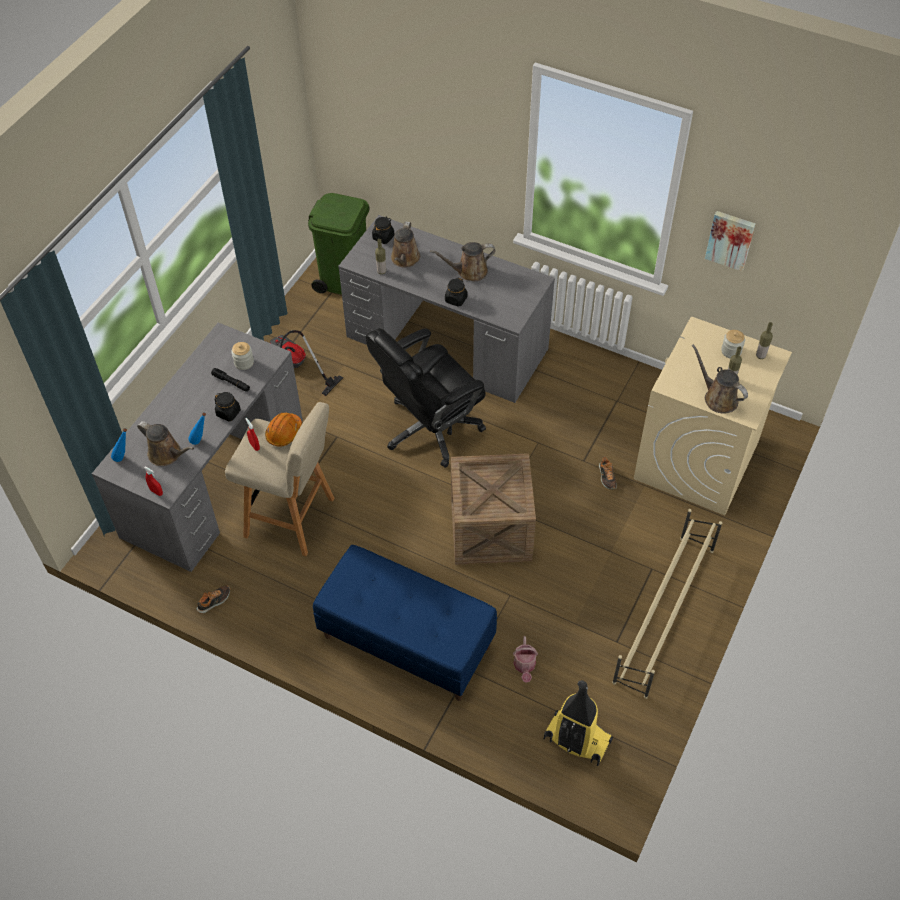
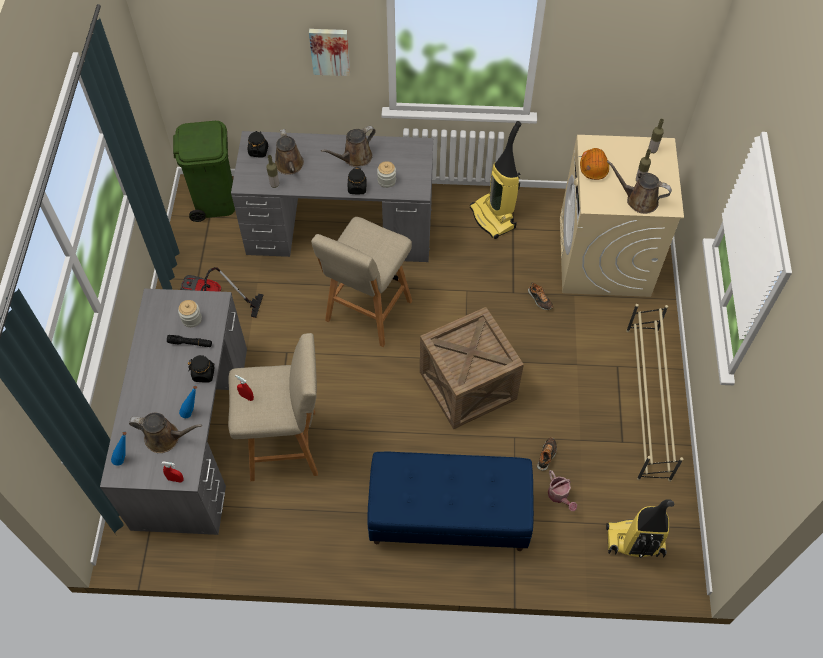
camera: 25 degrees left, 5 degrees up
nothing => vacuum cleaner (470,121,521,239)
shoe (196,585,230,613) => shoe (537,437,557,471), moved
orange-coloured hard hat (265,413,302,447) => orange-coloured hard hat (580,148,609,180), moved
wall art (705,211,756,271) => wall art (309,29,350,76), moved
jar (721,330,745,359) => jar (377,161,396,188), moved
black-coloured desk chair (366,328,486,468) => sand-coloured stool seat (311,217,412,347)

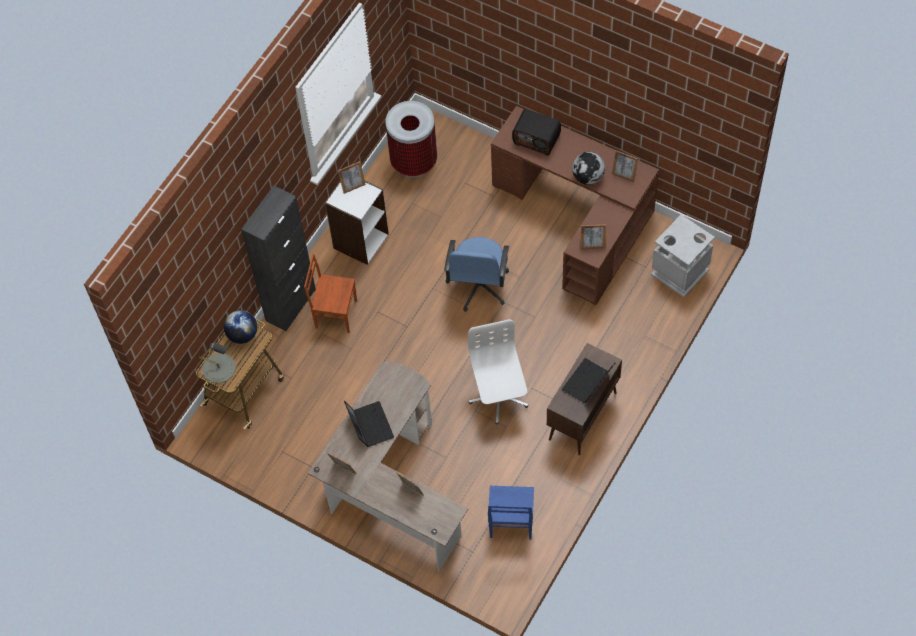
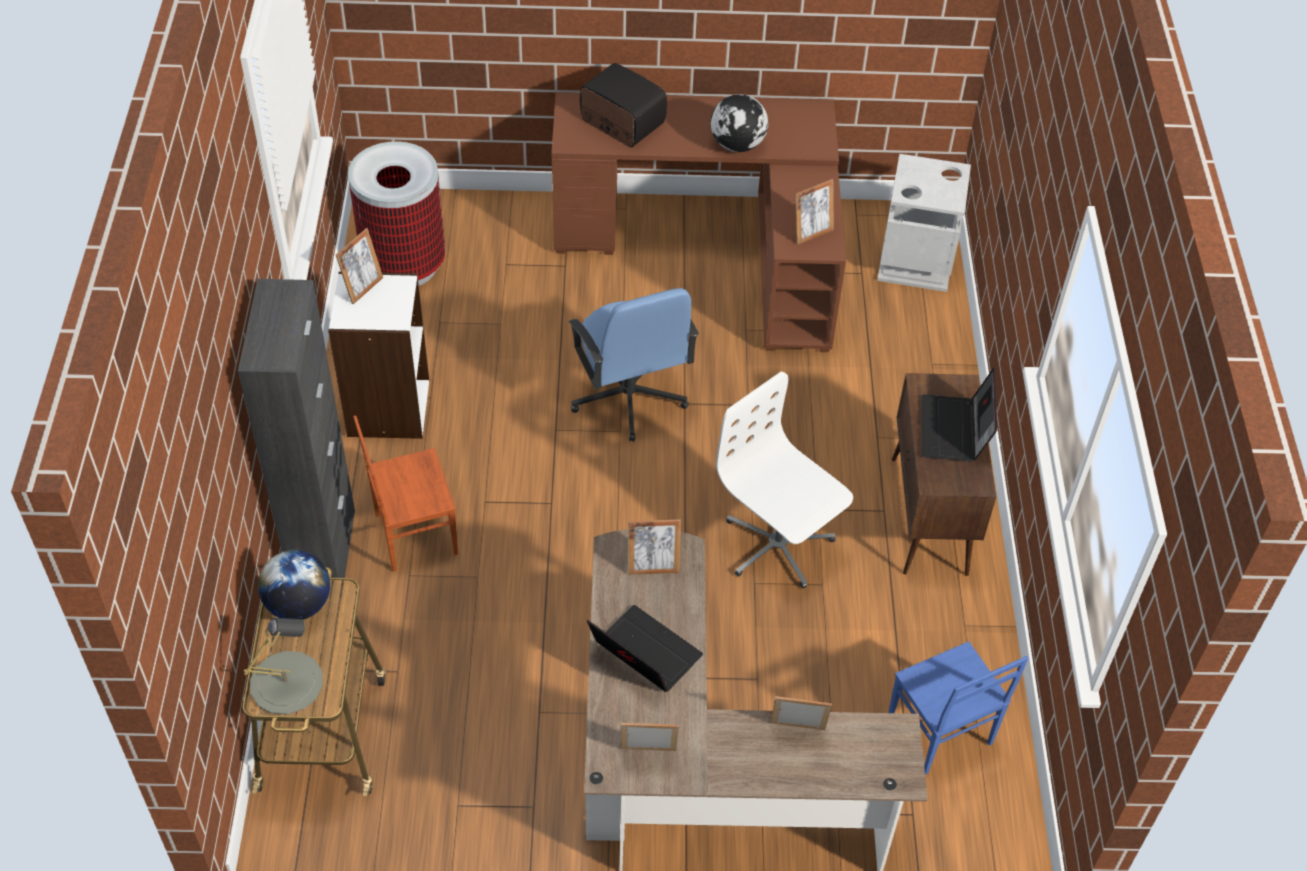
camera: 35 degrees left, 10 degrees down
standing frame (612,150,638,182) => standing frame (628,519,681,575), moved
radio set (512,109,561,156) => radio set (580,63,667,147), 135 degrees counterclockwise

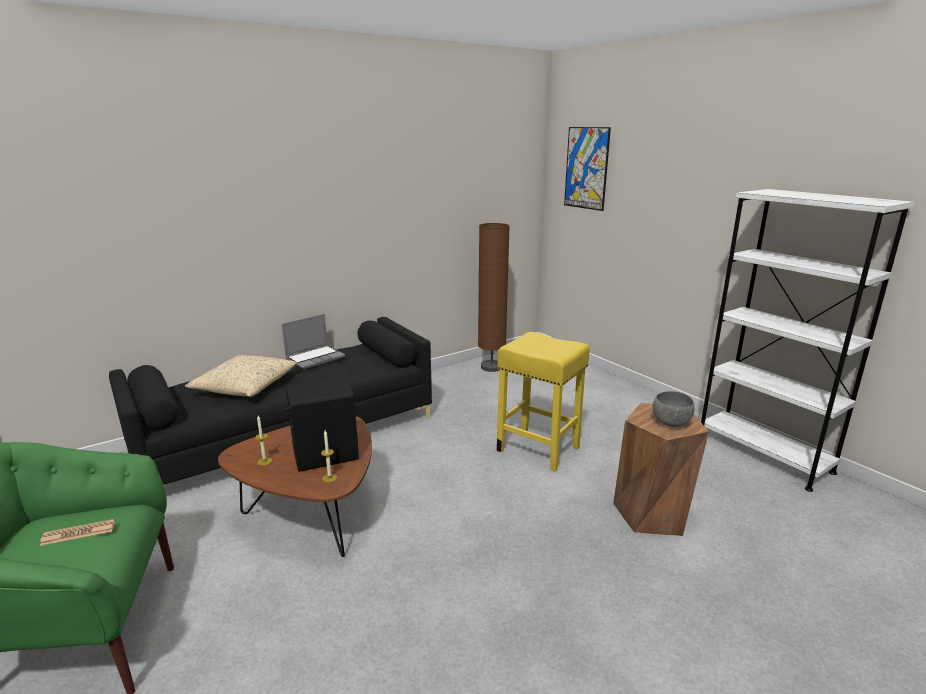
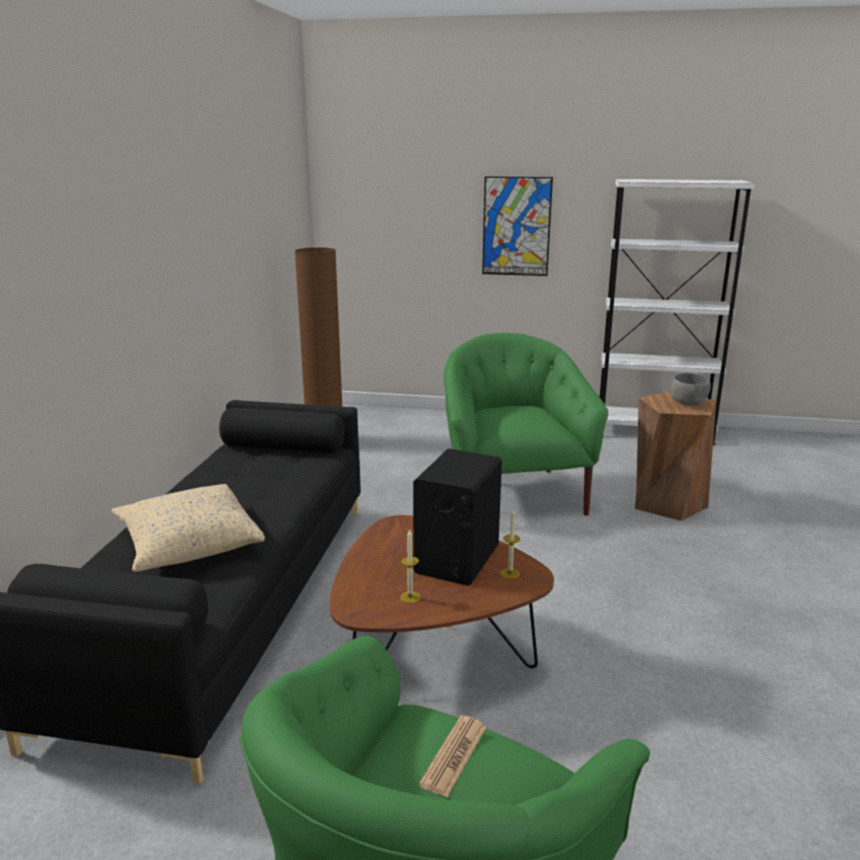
camera: 45 degrees left, 0 degrees up
laptop (282,314,345,369) => nothing
wall art (564,127,611,211) => wall art (482,176,553,276), moved
yellowish stool seat (497,332,590,472) => green-coloured armchair (444,333,608,516)

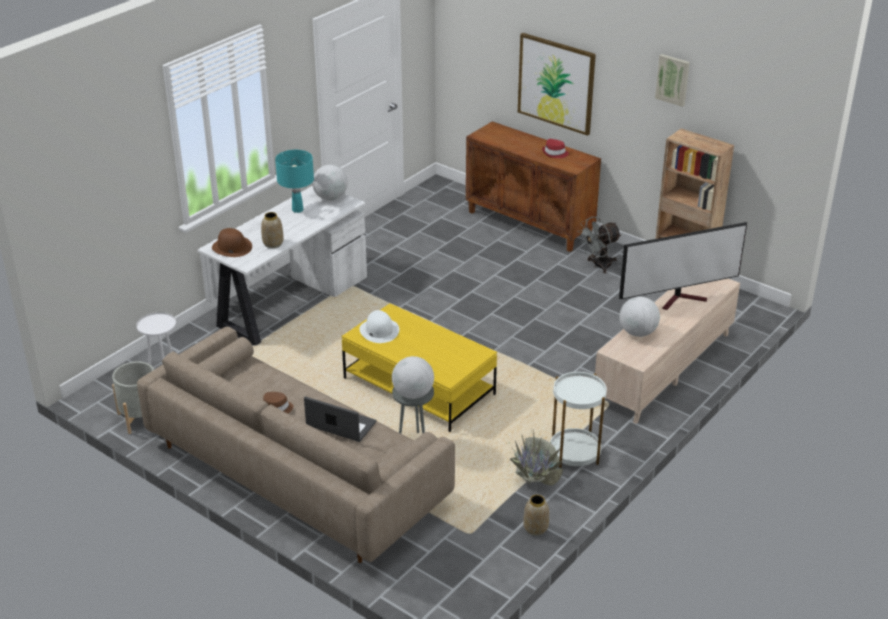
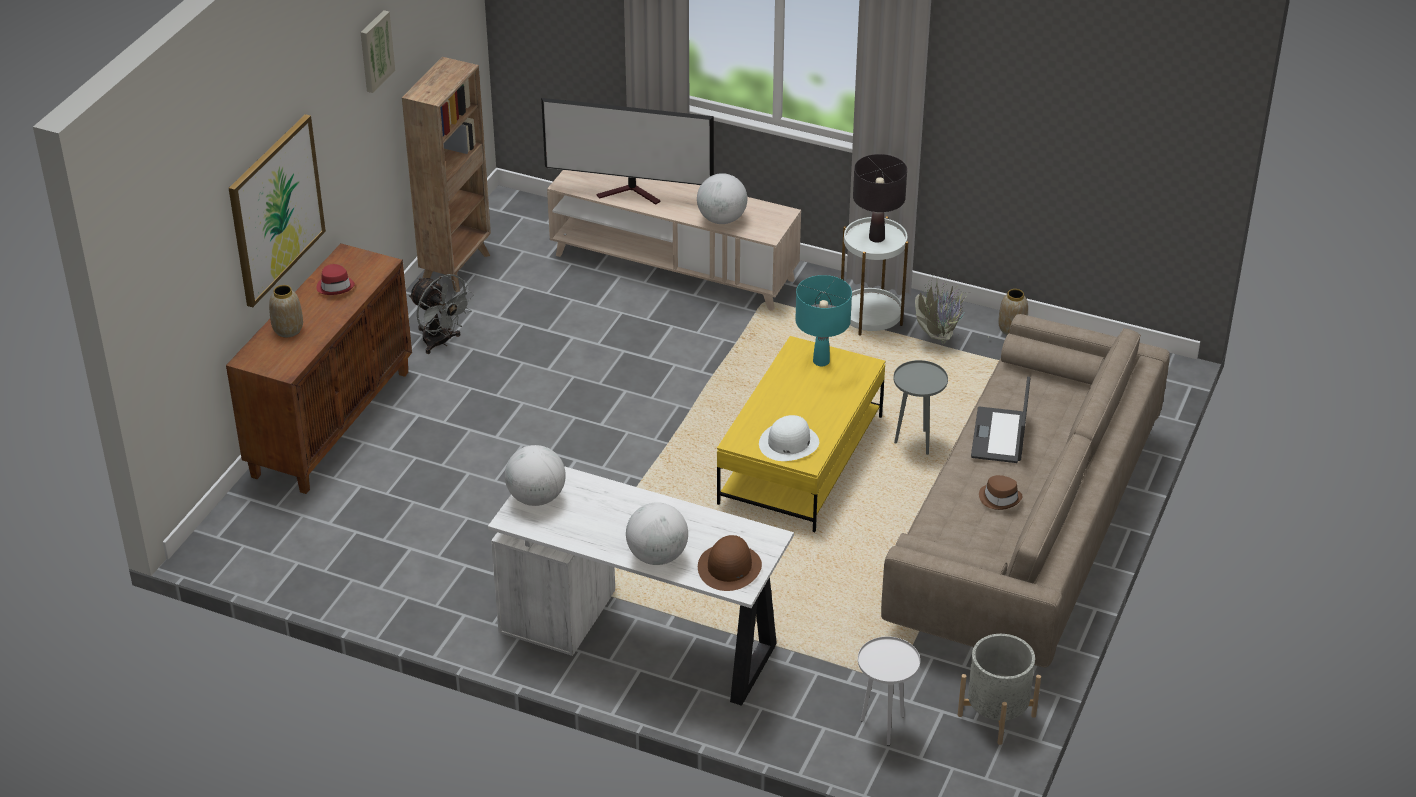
camera: 105 degrees left, 5 degrees up
nothing => black-coloured tabletop lamp (853,154,907,243)
flower vase (261,212,284,248) => flower vase (269,285,303,337), moved
turquoise-coloured tabletop lamp (275,150,314,213) => turquoise-coloured tabletop lamp (795,275,852,366), moved
world globe (392,356,434,399) => world globe (626,502,688,565), moved
television (619,222,747,310) => television (541,98,714,204), 135 degrees clockwise

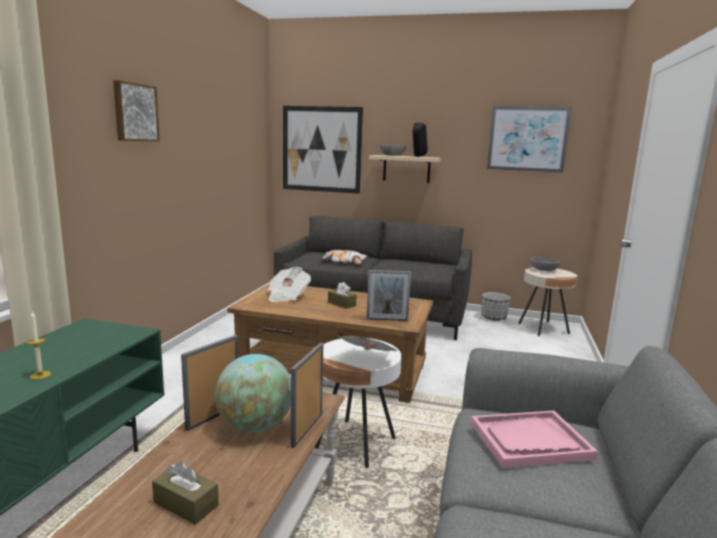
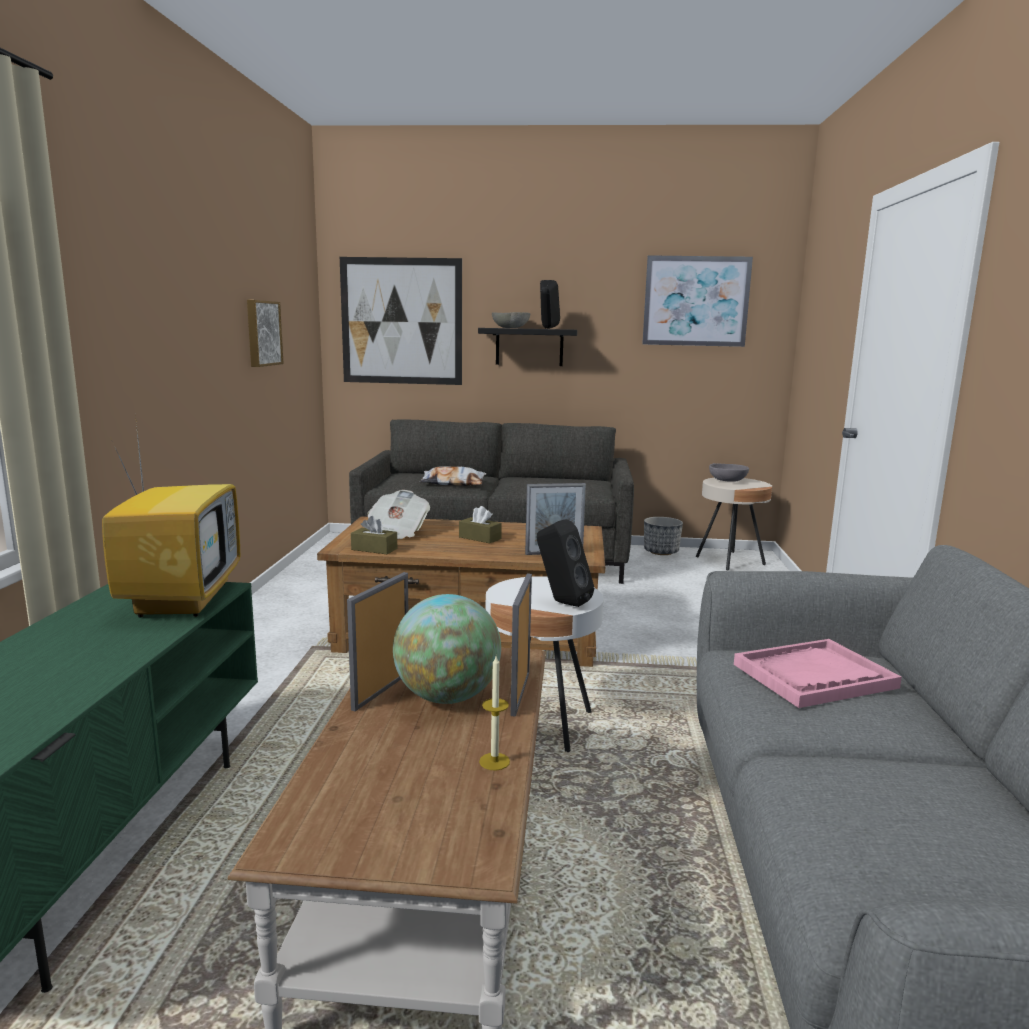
camera: 10 degrees left, 0 degrees up
nothing => television (102,414,240,617)
candle (27,312,51,380) => candle (479,656,510,771), moved
wall art (113,80,160,142) => wall art (247,300,284,367), moved
brownish tissue holder (152,461,219,525) => brownish tissue holder (351,516,397,554), moved
daily paper (336,336,397,351) => black-coloured audio speaker (537,519,594,607)
sand-coloured wall shelf (369,155,440,183) => black-coloured wall shelf (478,328,577,366)

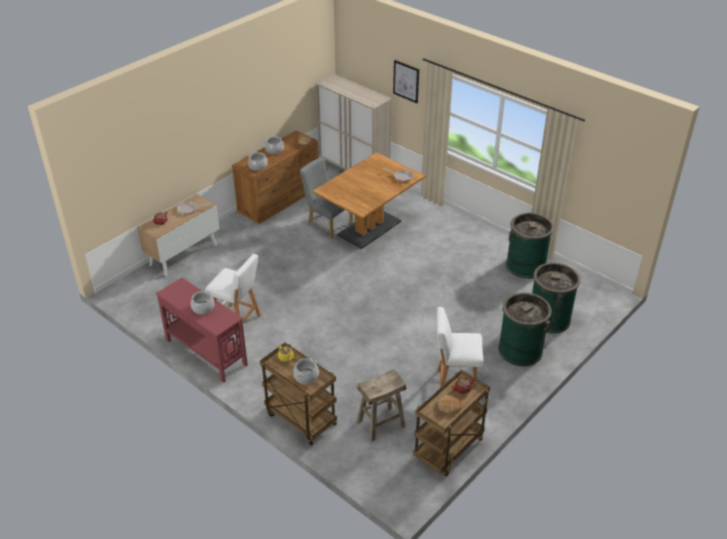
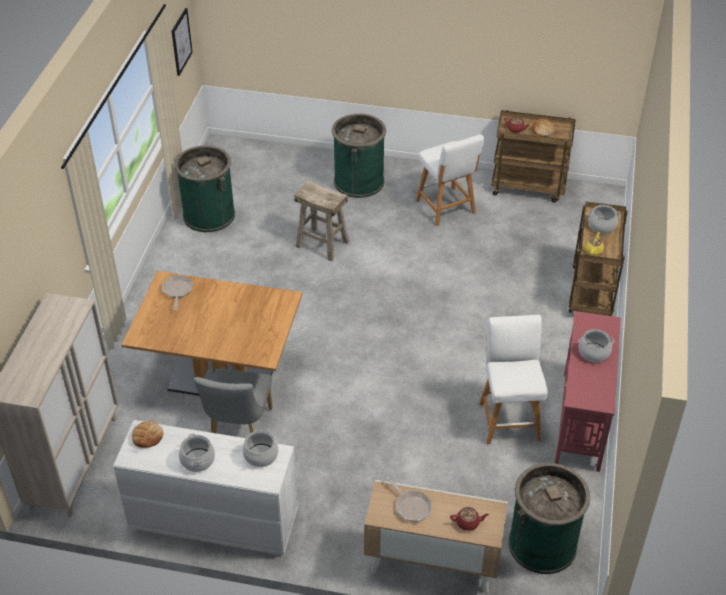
camera: 120 degrees left, 5 degrees up
sand-coloured stool seat (357,369,406,441) => sand-coloured stool seat (294,180,349,261), moved
wall art (393,60,419,103) => wall art (172,8,193,76), moved
green-coloured trash can (532,263,580,333) => green-coloured trash can (508,463,590,574), moved
brownish chest of drawers (232,130,319,224) => white-coloured chest of drawers (113,420,298,555)

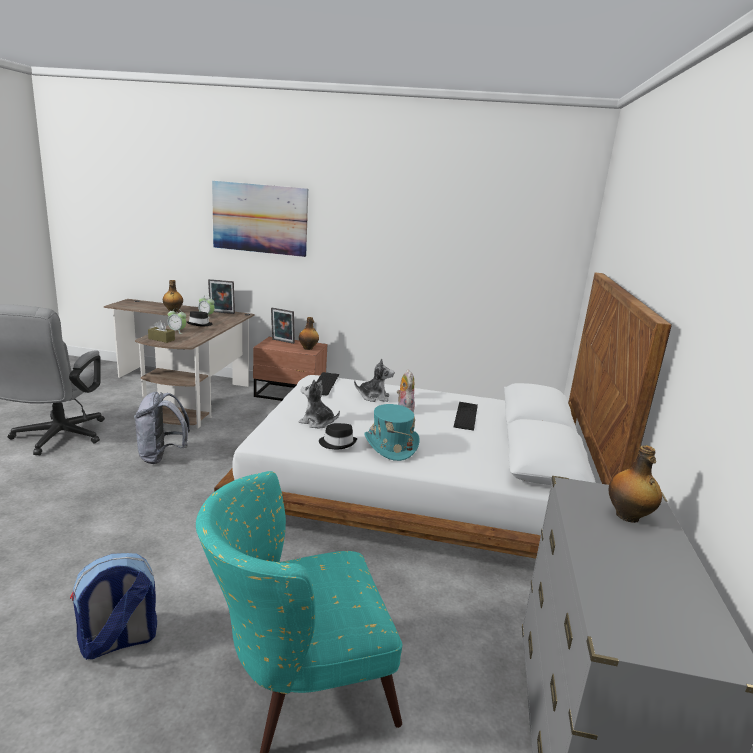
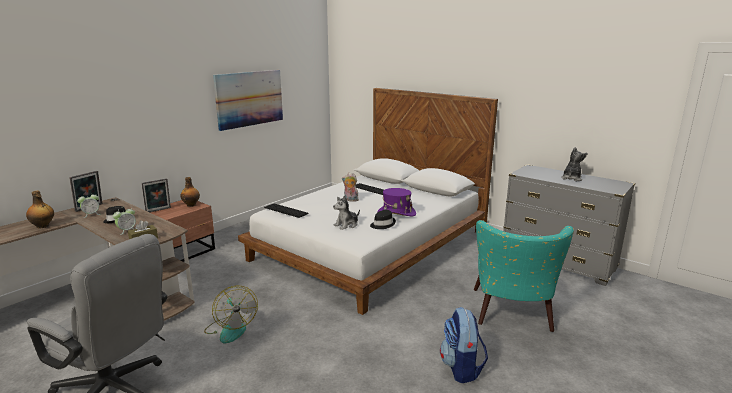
camera: 60 degrees left, 0 degrees up
beverage bottle (608,445,662,523) => nothing
wall art (212,181,308,257) => wall art (213,70,283,131), moved
soft toy (354,358,394,402) => soft toy (561,147,588,181), moved
gray backpack (134,392,190,464) => fan (204,285,258,343)
turquoise-coloured wearable hat (364,404,419,461) => purple wearable hat (377,188,416,216)

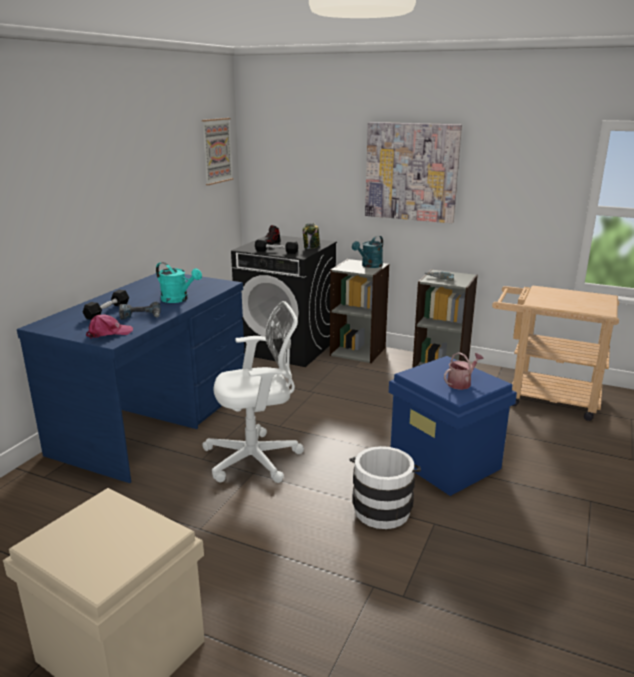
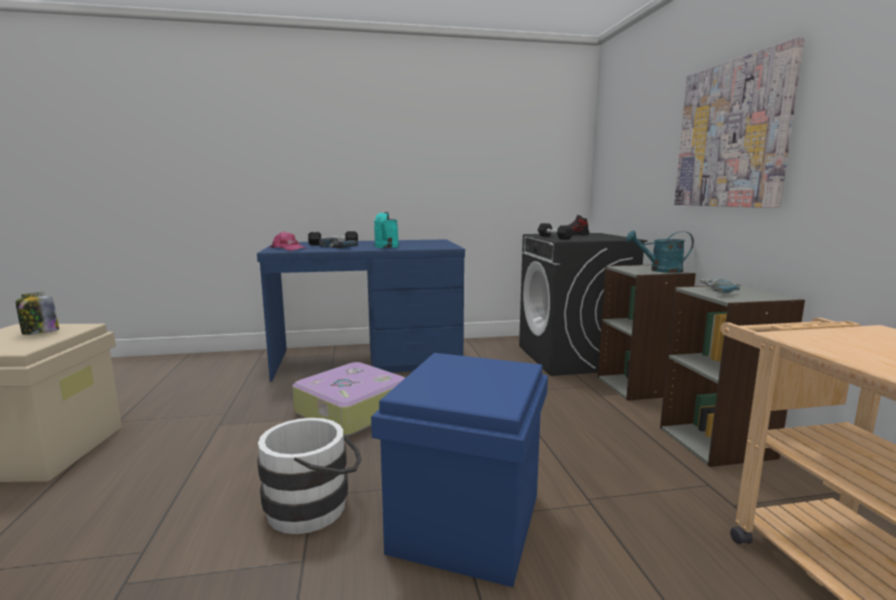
camera: 55 degrees right, 10 degrees down
wall art (202,118,233,185) => nothing
sprinkling can (444,352,484,390) => nothing
jar (303,223,320,249) => jar (16,292,59,335), moved
white-coloured desk chair (202,301,304,483) => piece of luggage (292,362,405,436)

